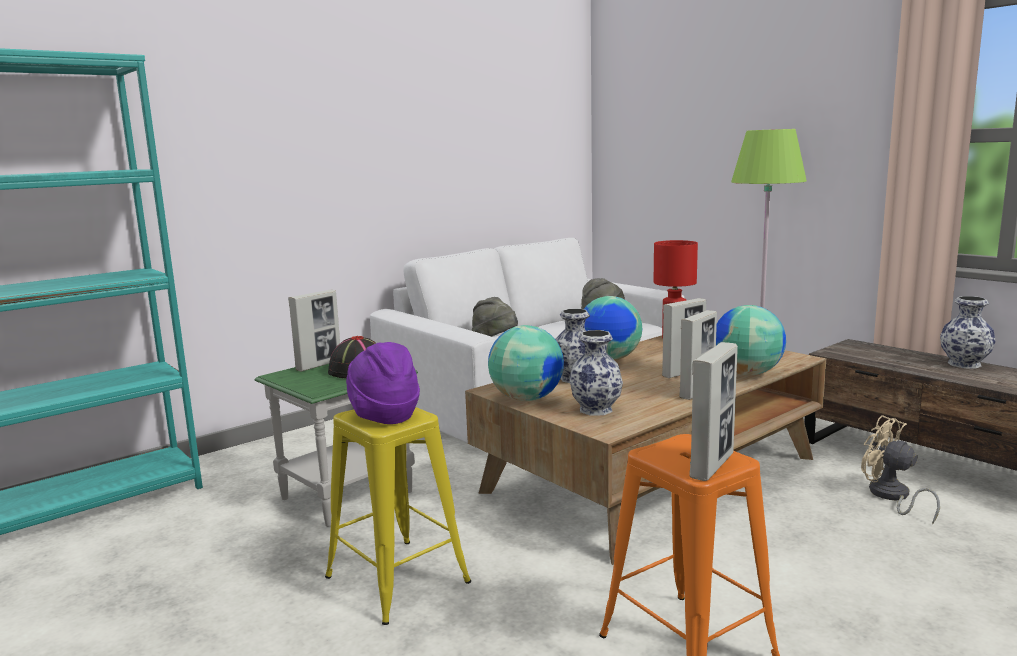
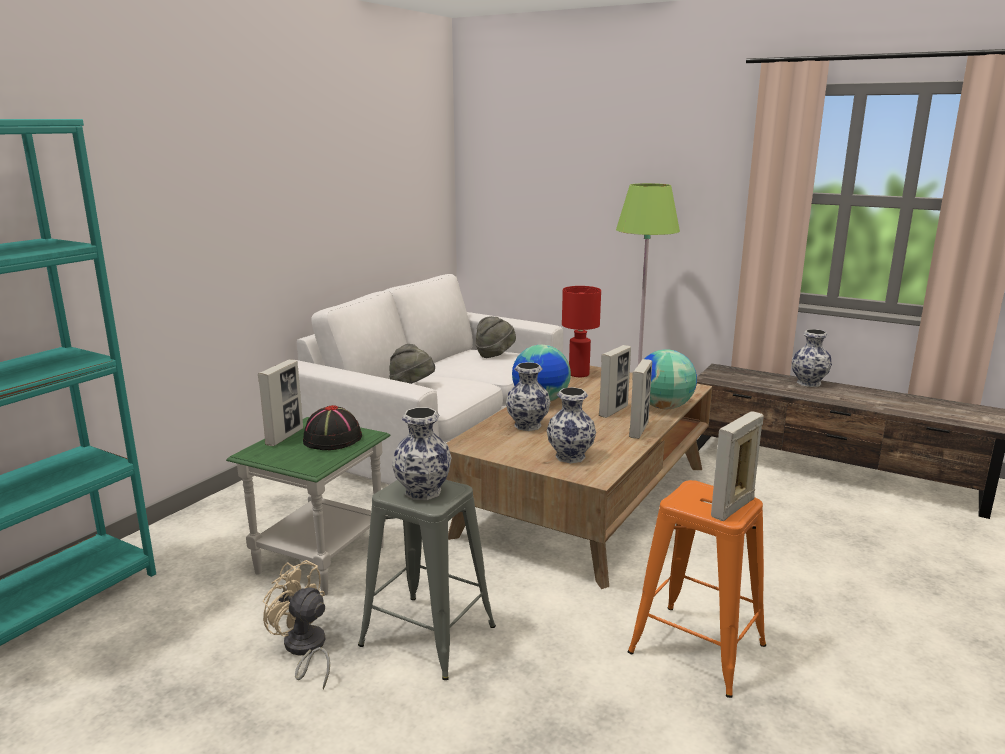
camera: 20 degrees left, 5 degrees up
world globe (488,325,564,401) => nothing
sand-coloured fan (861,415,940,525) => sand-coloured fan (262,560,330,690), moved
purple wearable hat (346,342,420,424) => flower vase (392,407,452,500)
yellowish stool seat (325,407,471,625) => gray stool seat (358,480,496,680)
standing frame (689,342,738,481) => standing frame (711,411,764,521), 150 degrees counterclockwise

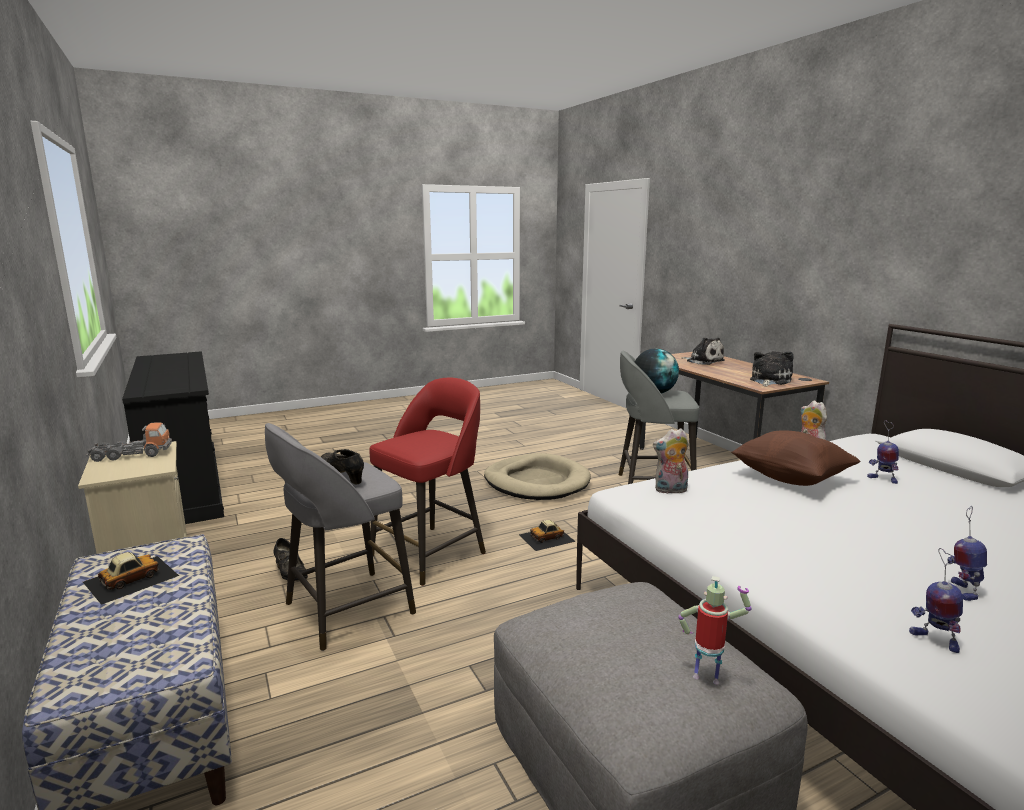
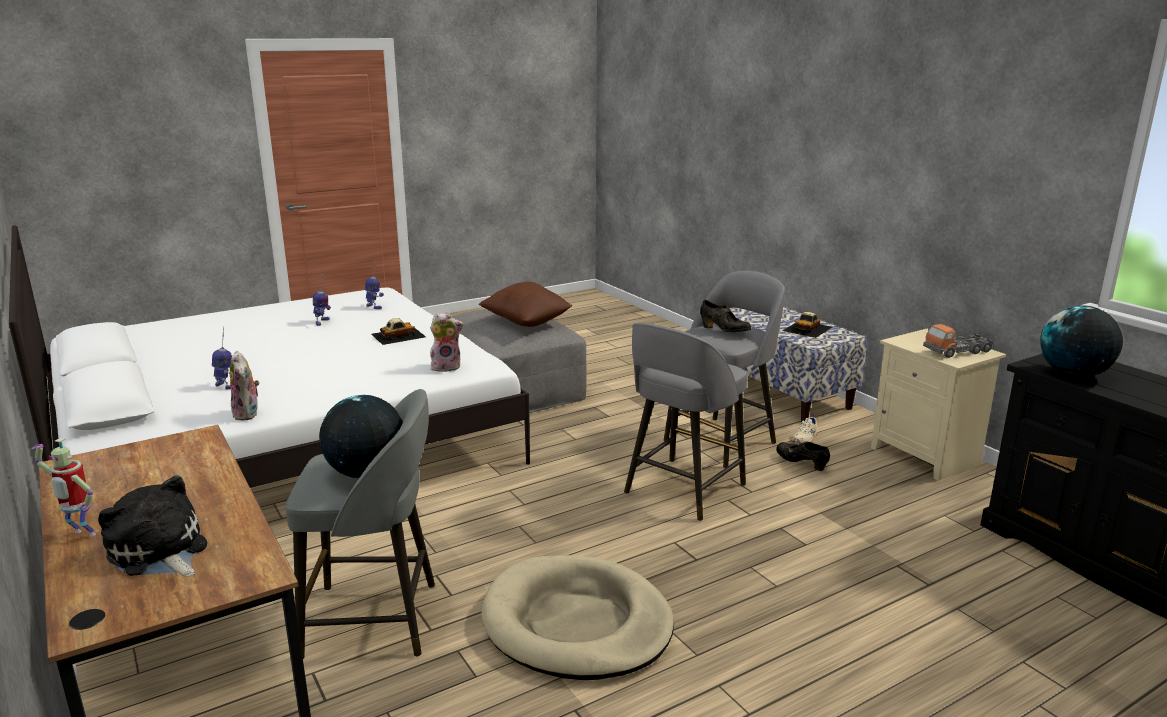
camera: 175 degrees right, 5 degrees up
soft toy (750,351,793,387) => nothing
nothing => sand-coloured shoe (792,414,818,444)
nothing => world globe (1040,305,1123,377)
toy car (519,520,576,551) => toy car (371,318,426,345), moved
robot figure (678,576,752,685) => robot figure (32,438,96,537), moved
brownish cushion (731,430,861,486) => brownish cushion (478,282,572,327), moved
red stool seat (369,378,486,586) => gray stool seat (624,323,747,521)

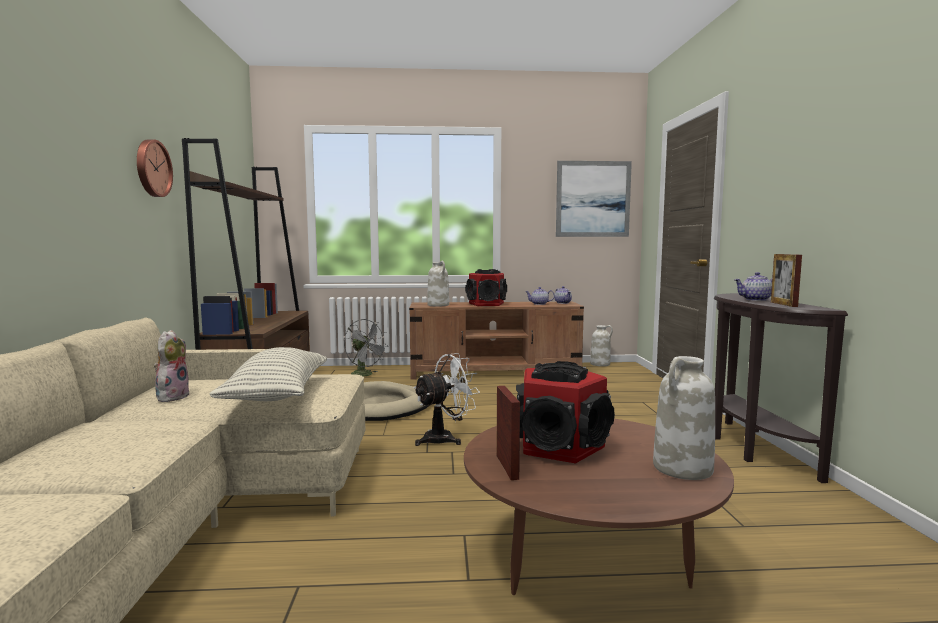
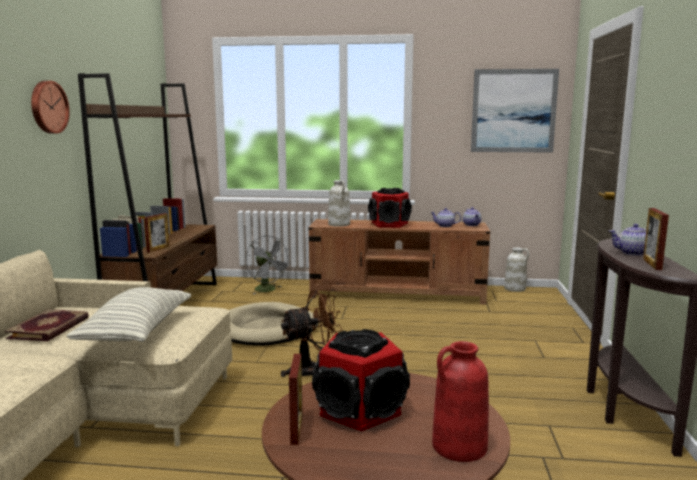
camera: 10 degrees right, 5 degrees up
nothing => standing frame (144,213,170,252)
soft toy (154,330,189,402) => volume (5,309,89,341)
white-coloured fan (413,353,480,446) => brownish fan (281,289,342,377)
white-coloured flower vase (653,356,715,480) => red flower vase (432,341,489,462)

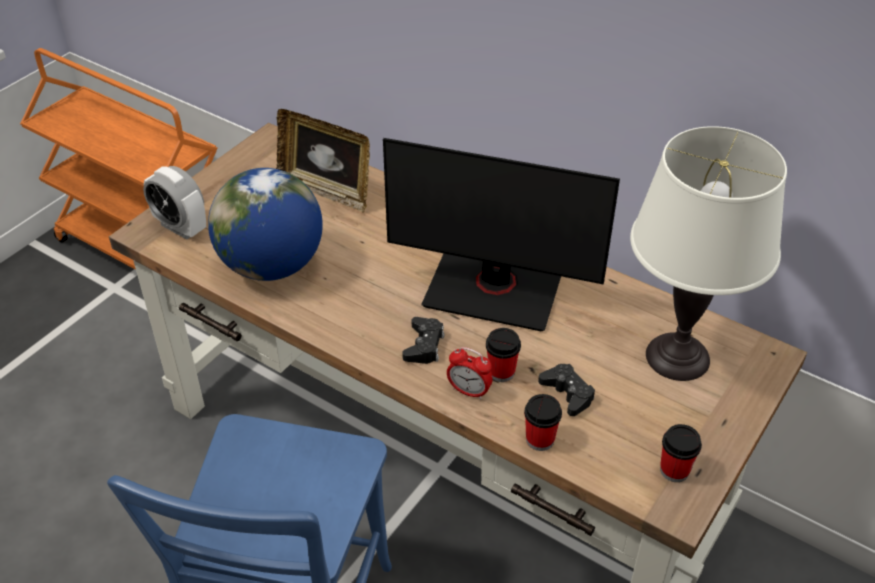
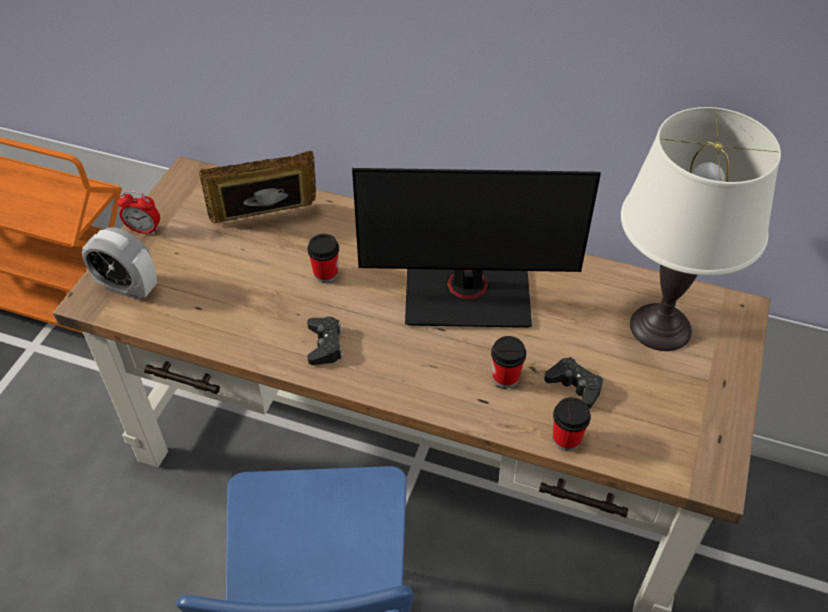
camera: 15 degrees left, 5 degrees up
world globe (208,168,323,281) => nothing
black-coloured game controller (402,317,444,364) => black-coloured game controller (307,317,343,365), moved
alarm clock (447,347,493,399) => alarm clock (118,190,160,235), moved
cup (660,424,702,482) => cup (307,234,339,283), moved
standing frame (276,109,370,213) => standing frame (199,151,316,223), 150 degrees clockwise

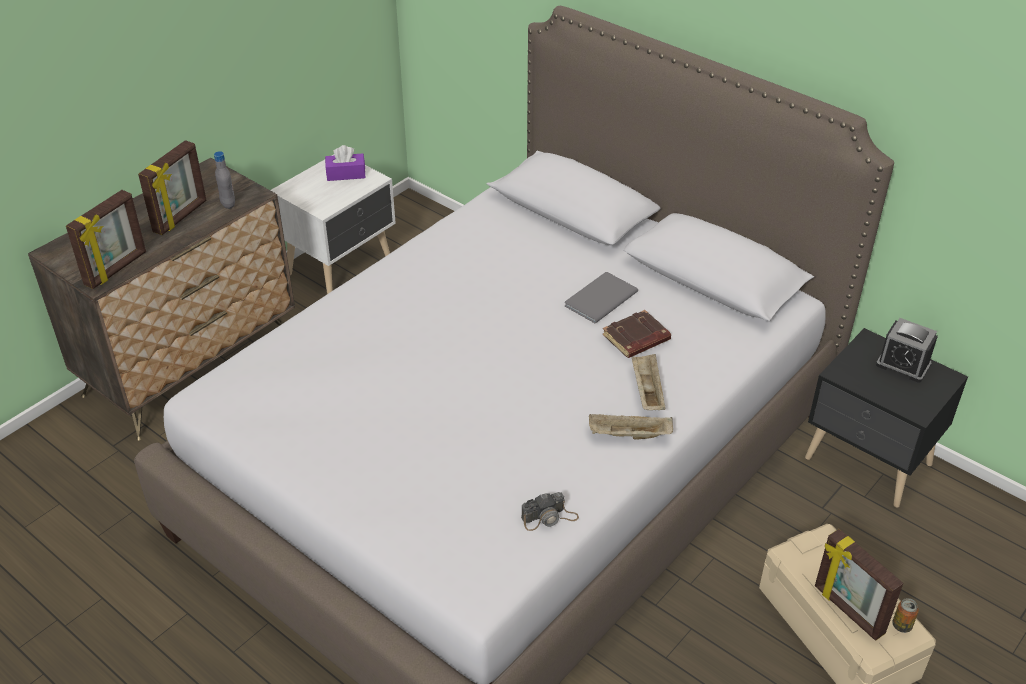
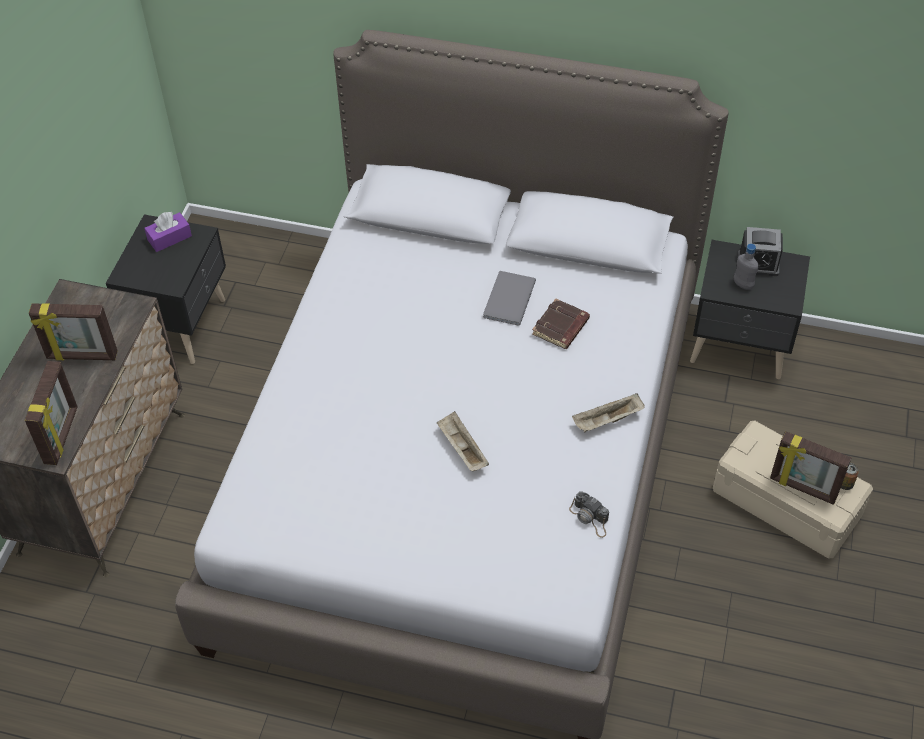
camera: 25 degrees left, 10 degrees up
gray beverage bottle (214,151,235,209) => gray beverage bottle (734,244,759,290), moved
sand-coloured tray (632,354,665,410) => sand-coloured tray (437,411,489,471), moved
white-coloured night table (270,154,396,294) => black-coloured night table (106,214,226,364)
standing frame (138,140,207,235) => standing frame (29,303,118,360), 90 degrees clockwise
photo camera (521,492,579,531) => photo camera (569,491,609,538), 90 degrees clockwise

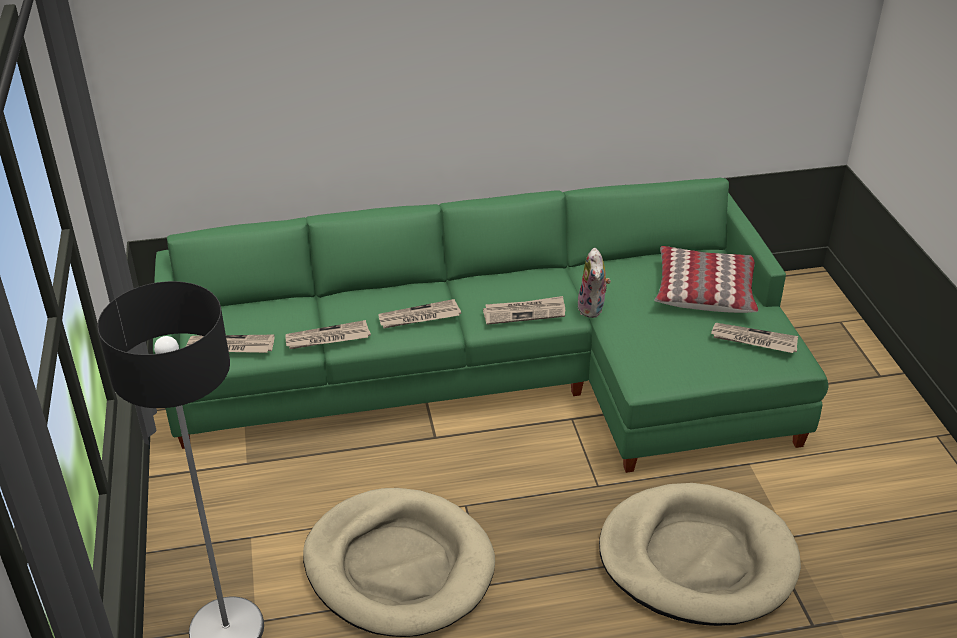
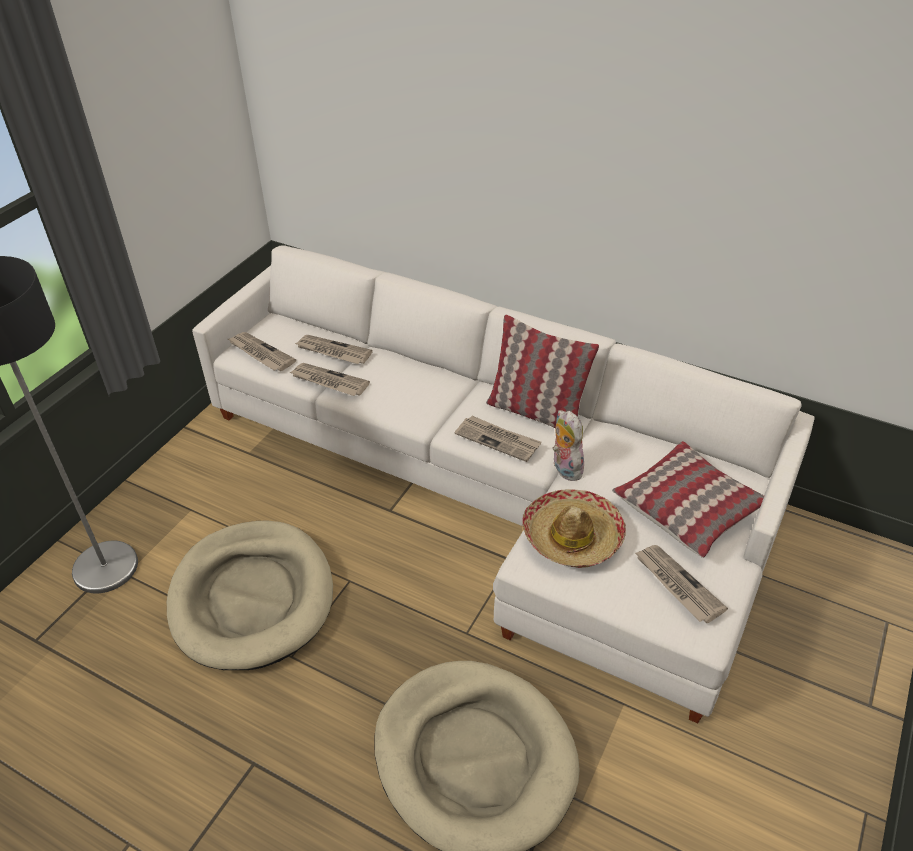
camera: 40 degrees right, 5 degrees up
nothing => cushion (486,314,599,428)
nothing => wearable hat (522,489,626,568)
daily paper (378,299,461,328) => daily paper (294,335,373,364), moved
green-coloured couch (153,178,829,473) => white-coloured couch (192,245,814,723)
soft toy (577,248,611,318) => soft toy (553,410,586,481), 120 degrees clockwise

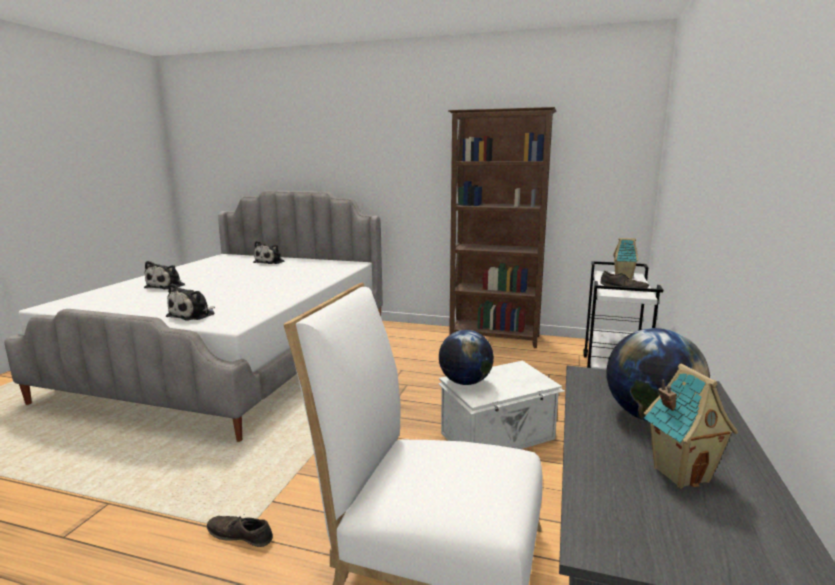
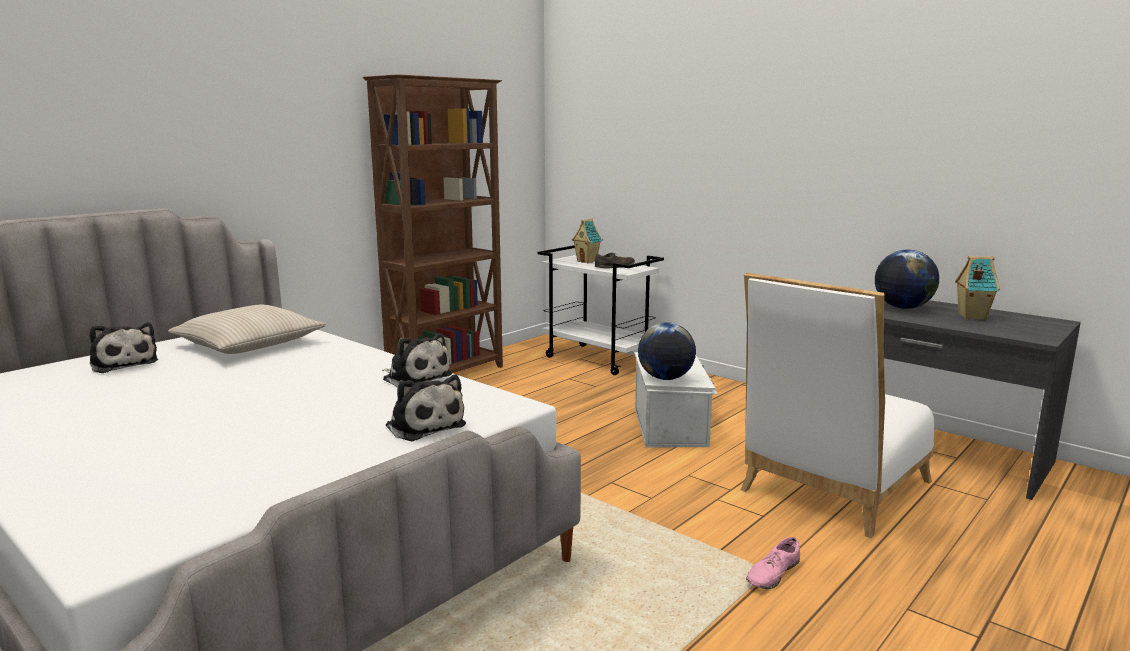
camera: 65 degrees left, 0 degrees up
nothing => sand-coloured cushion (168,304,326,354)
soft toy (144,261,185,289) => soft toy (382,333,452,387), moved
brownish shoe (207,514,273,547) => pink-coloured shoe (746,537,800,590)

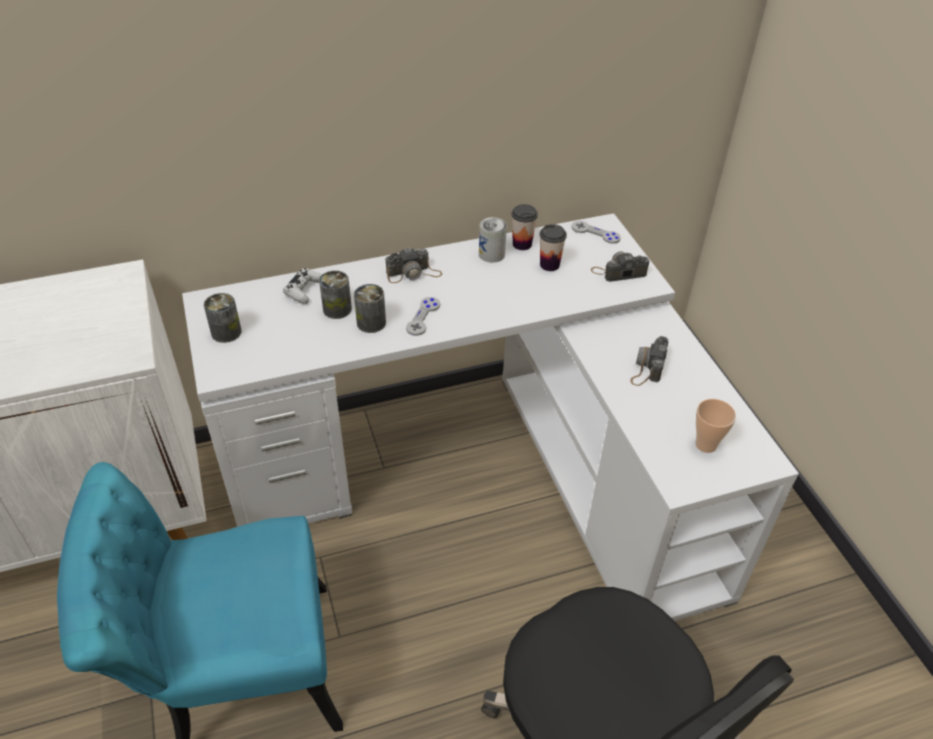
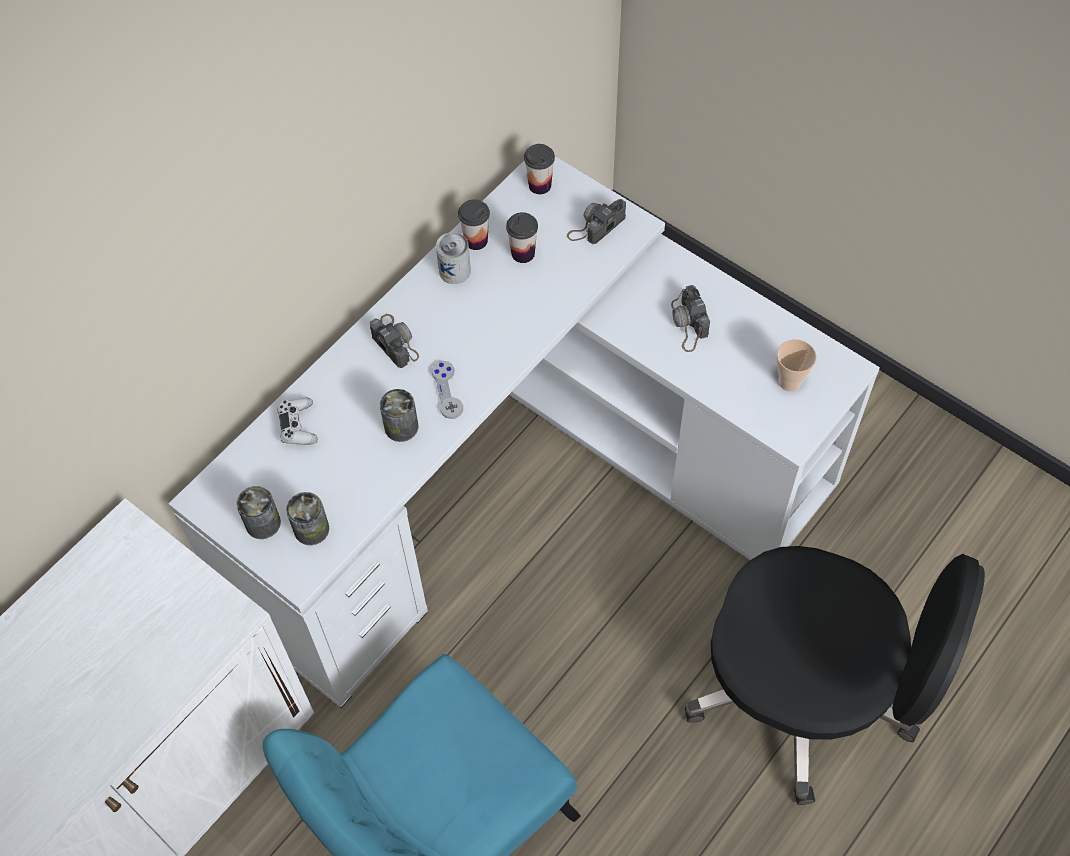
camera: 30 degrees left, 15 degrees up
metal can (319,271,352,319) => metal can (286,492,329,545), moved
gray game controller (572,221,621,244) => cup (524,144,555,194)
photo camera (386,247,442,283) => photo camera (370,314,419,368), 75 degrees counterclockwise

